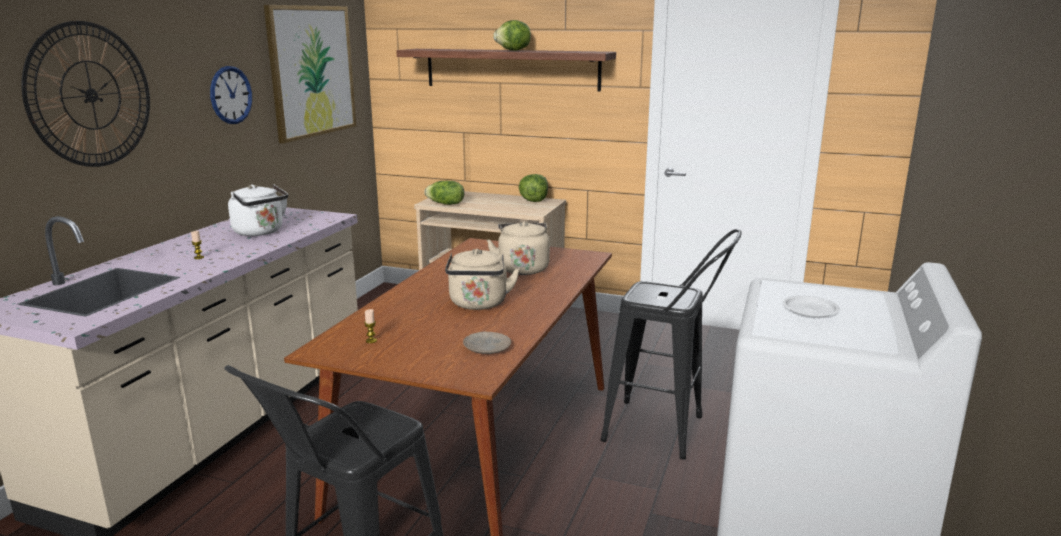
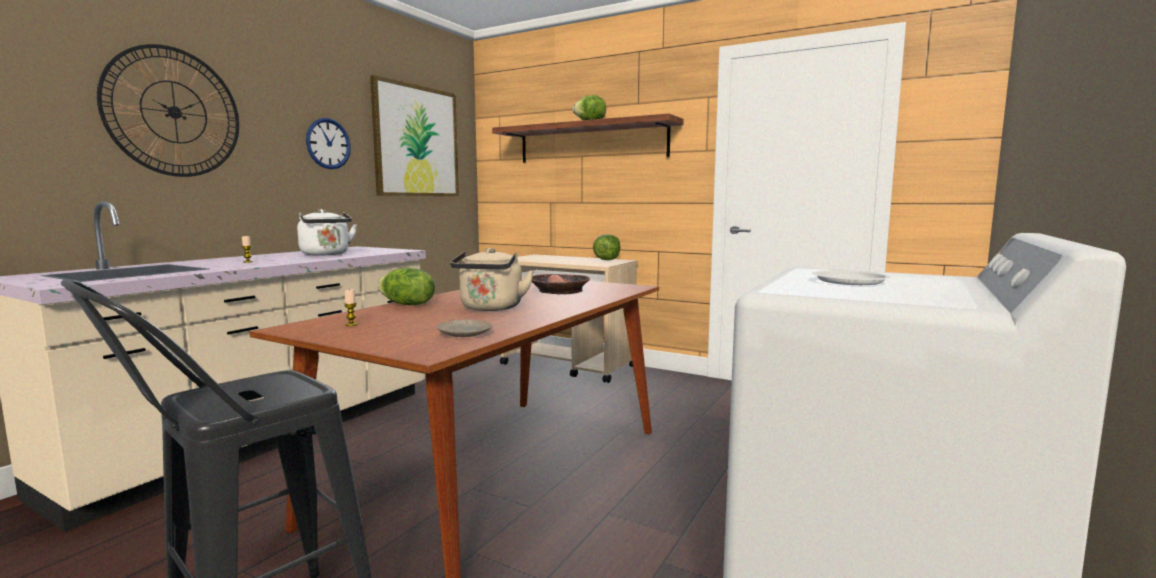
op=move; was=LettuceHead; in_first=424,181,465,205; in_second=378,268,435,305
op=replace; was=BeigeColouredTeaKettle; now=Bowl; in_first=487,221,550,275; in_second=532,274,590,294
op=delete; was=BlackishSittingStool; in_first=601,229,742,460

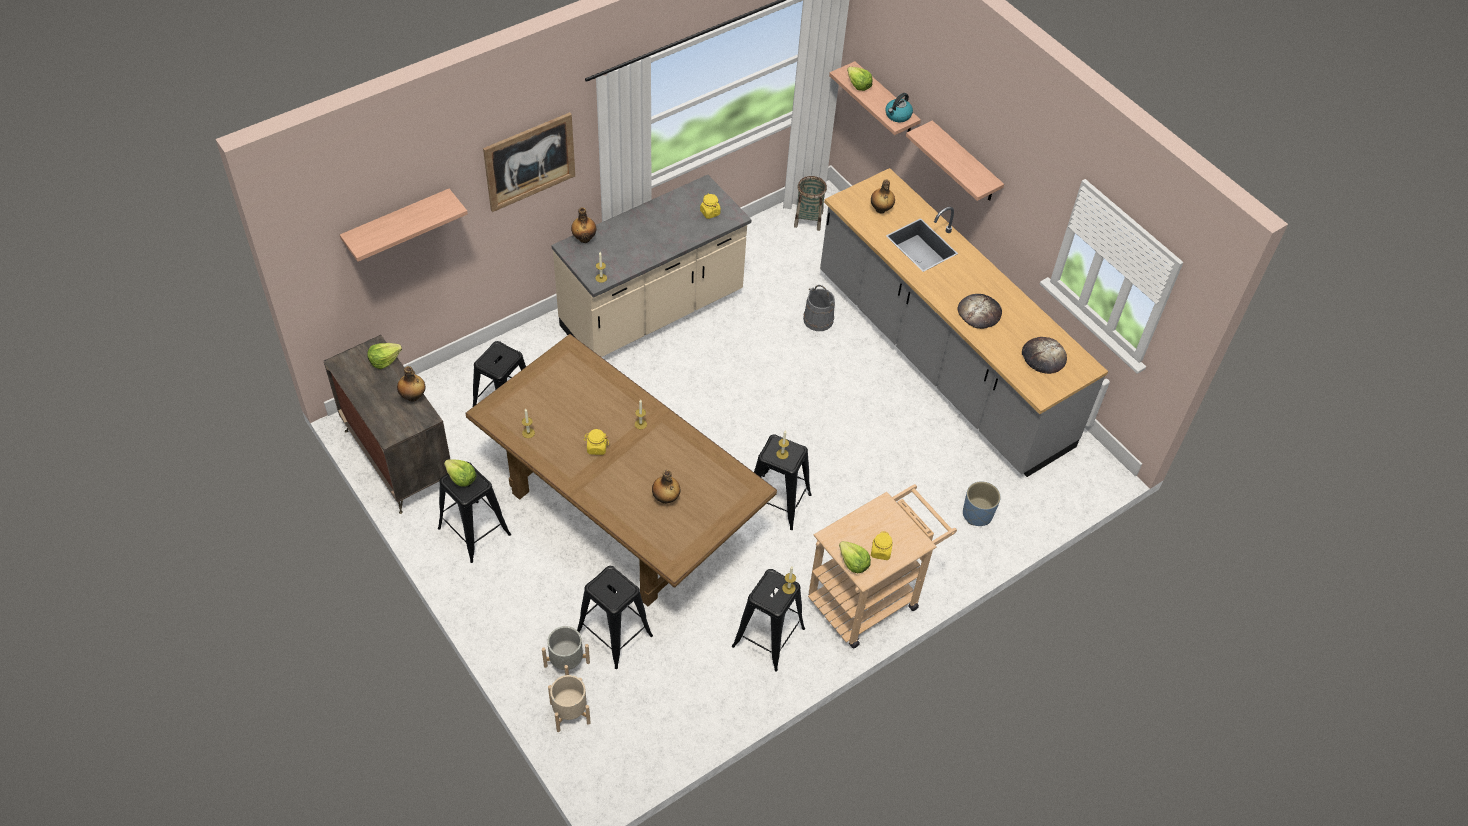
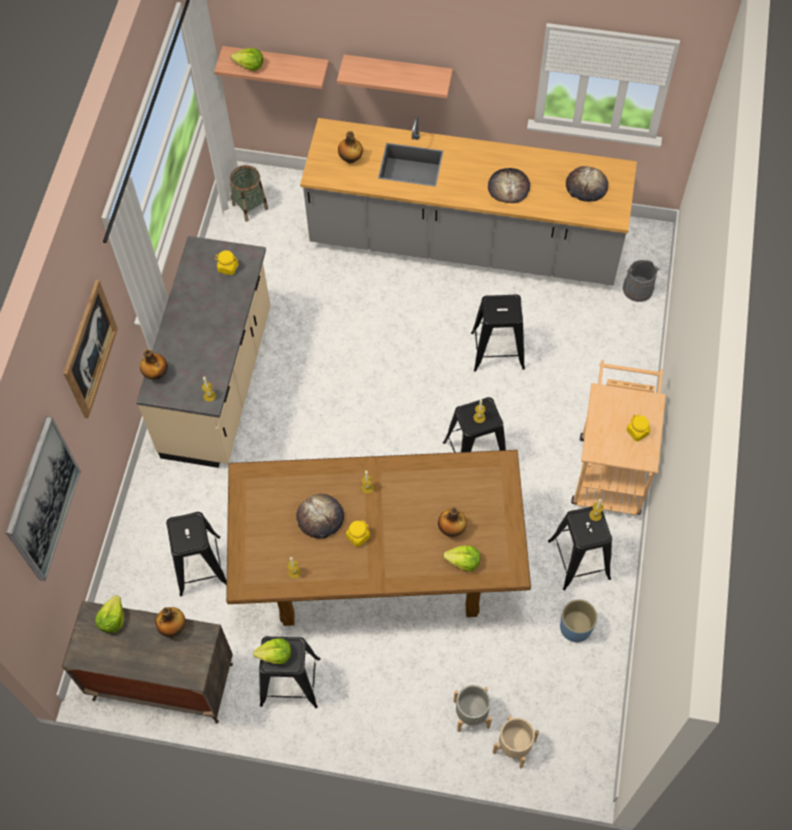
op=replace; was=WallShelf; now=WallPicture; in_first=340,189,468,262; in_second=6,416,81,581
op=insert; now=Bread; in_second=296,494,344,539
op=move; was=LettuceHead; in_first=839,541,871,573; in_second=443,546,480,571
op=move; was=BlackishSittingStool; in_first=577,566,653,669; in_second=471,294,525,371
op=move; was=BluishPlantPot; in_first=963,481,1001,526; in_second=560,599,597,643
op=move; was=GreyPail; in_first=803,285,835,331; in_second=623,260,660,302
op=delete; was=TeaKettle; in_first=886,93,913,122

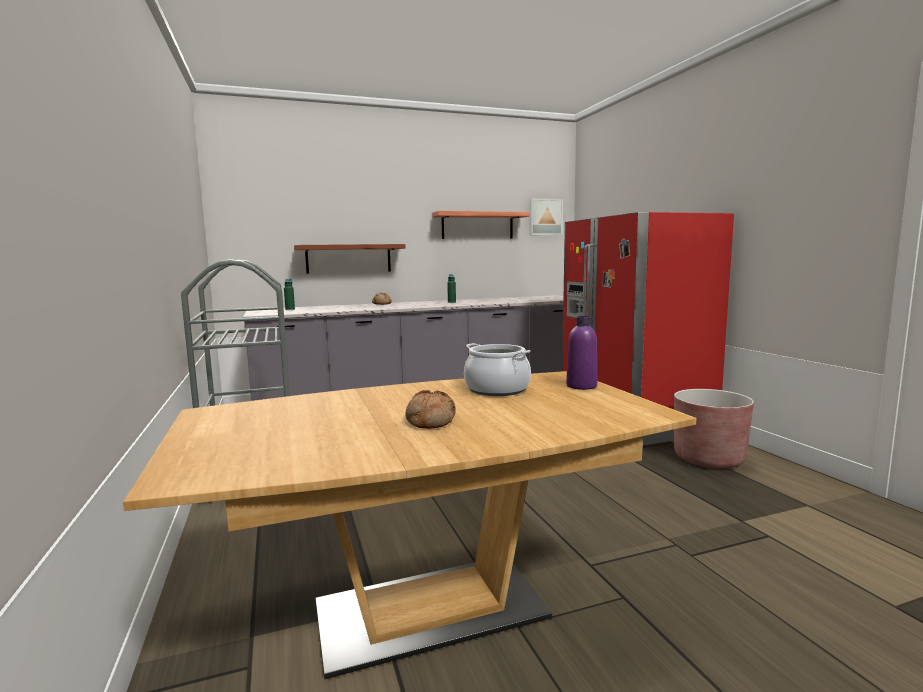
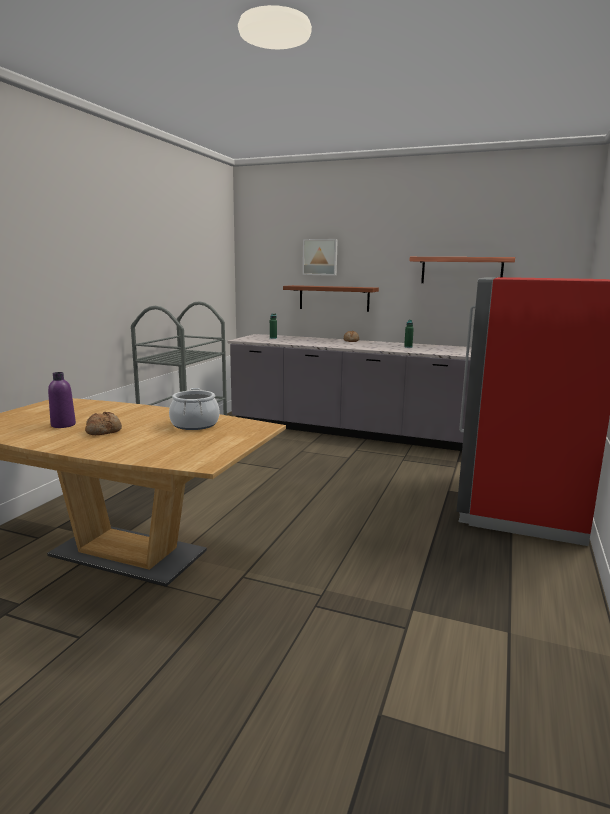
op=move; was=PurpleBottle; in_first=566,316,597,390; in_second=48,372,76,428
op=move; was=WallPicture; in_first=529,199,563,235; in_second=303,239,338,275
op=delete; was=BrownPlantPot; in_first=674,389,754,469

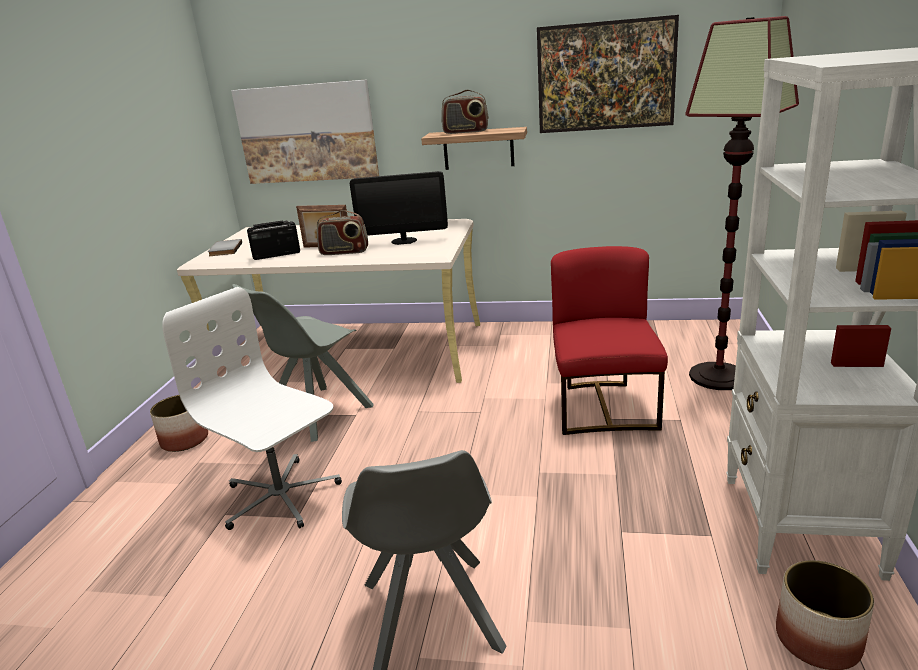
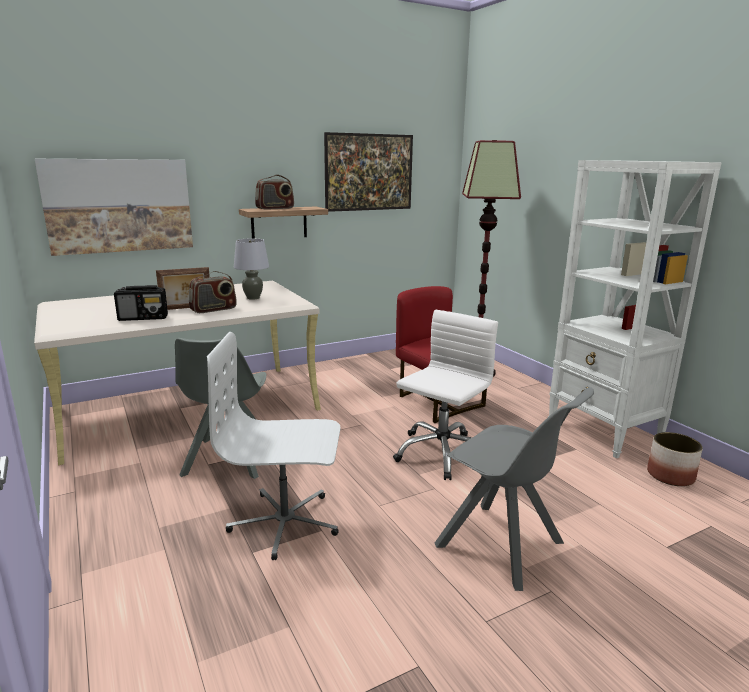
op=rotate; was=RadioReceiver; in_first=247,220,300,260; in_second=114,285,168,321; clockwise=-135
op=replace; was=Monitor; now=GreyLampForATable; in_first=350,171,448,245; in_second=234,238,269,300
op=insert; now=WhiteColouredComputerChair; in_second=393,310,498,480
op=delete; was=PlantPot; in_first=150,395,208,452
op=delete; was=GreyBoundBook; in_first=208,239,242,256

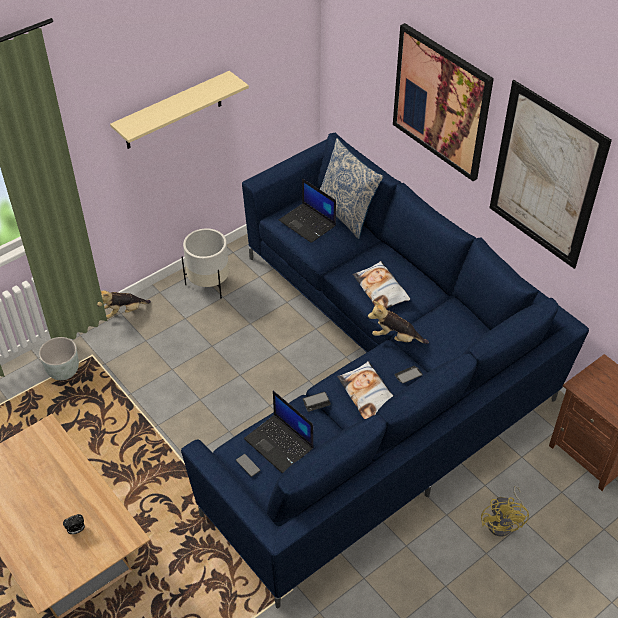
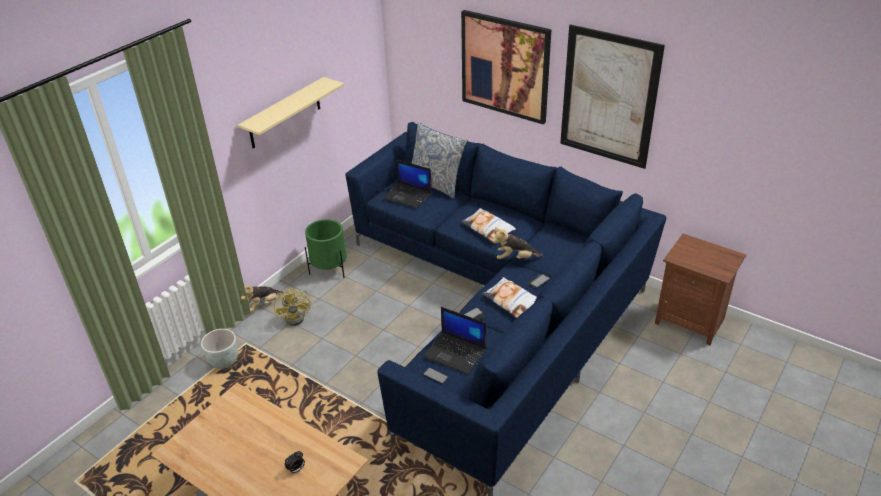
op=move; was=YellowFan; in_first=481,485,529,537; in_second=274,288,313,326
op=recolor; was=WhiteColouredPlantPot; now=GreenPlantPot; in_first=182,228,229,298; in_second=305,219,347,278

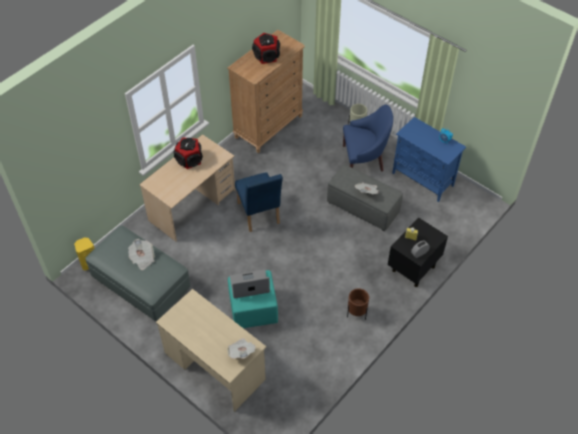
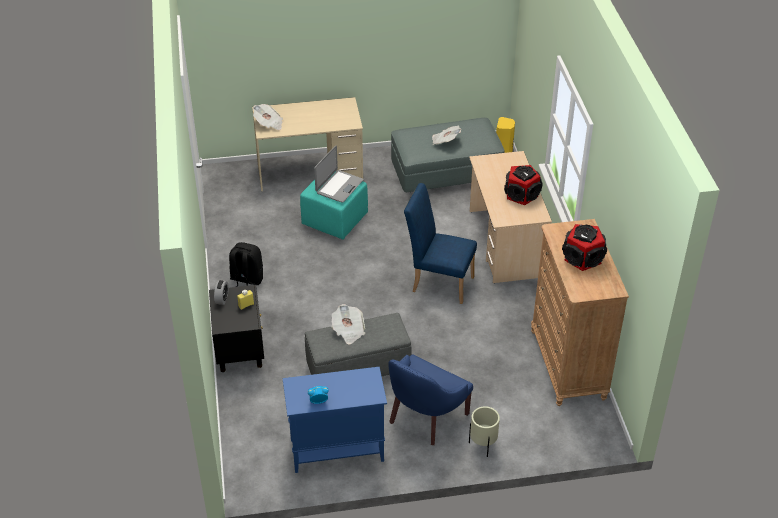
op=replace; was=BrownPlantPot; now=BlackishRucksack; in_first=347,288,369,320; in_second=229,242,263,287

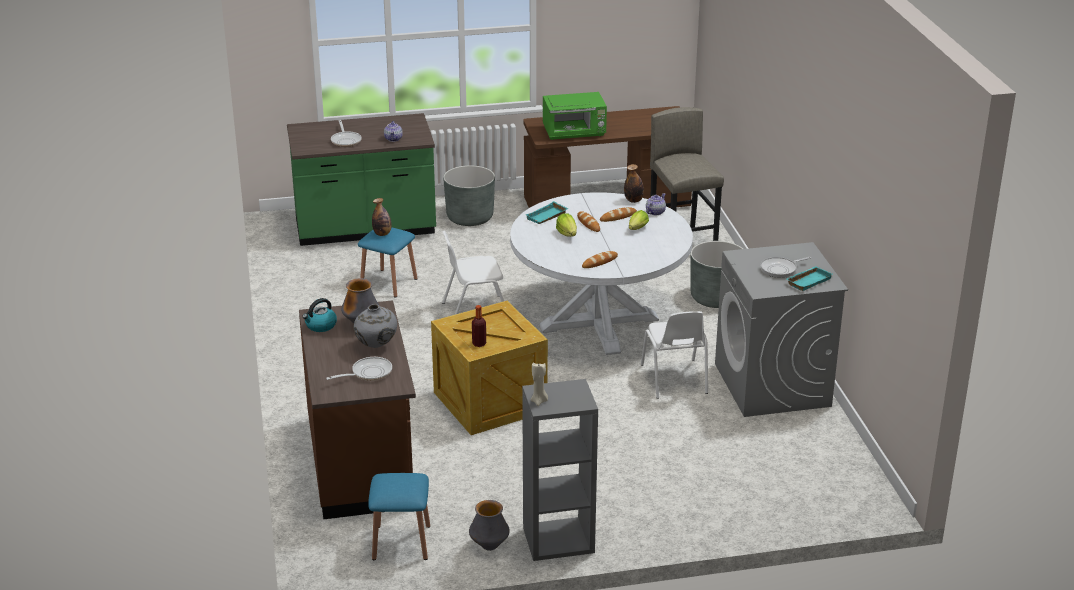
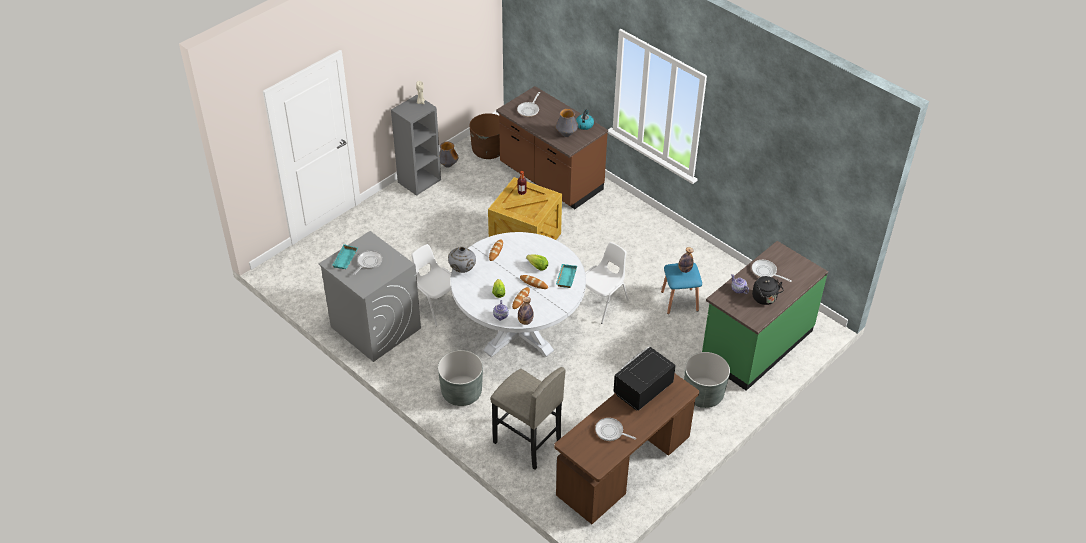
op=move; was=GreyFlowerVase; in_first=354,304,397,348; in_second=448,247,476,273
op=replace; was=BluishSittingStool; now=BrownPlantPot; in_first=368,473,430,560; in_second=470,113,500,159
op=insert; now=Pan; in_second=595,418,636,441
op=recolor; was=GreenMicrowaveOven; now=BlackishMicrowaveOven; in_first=543,92,607,140; in_second=613,346,676,411
op=insert; now=BlackishTeaKettle; in_second=752,276,784,305

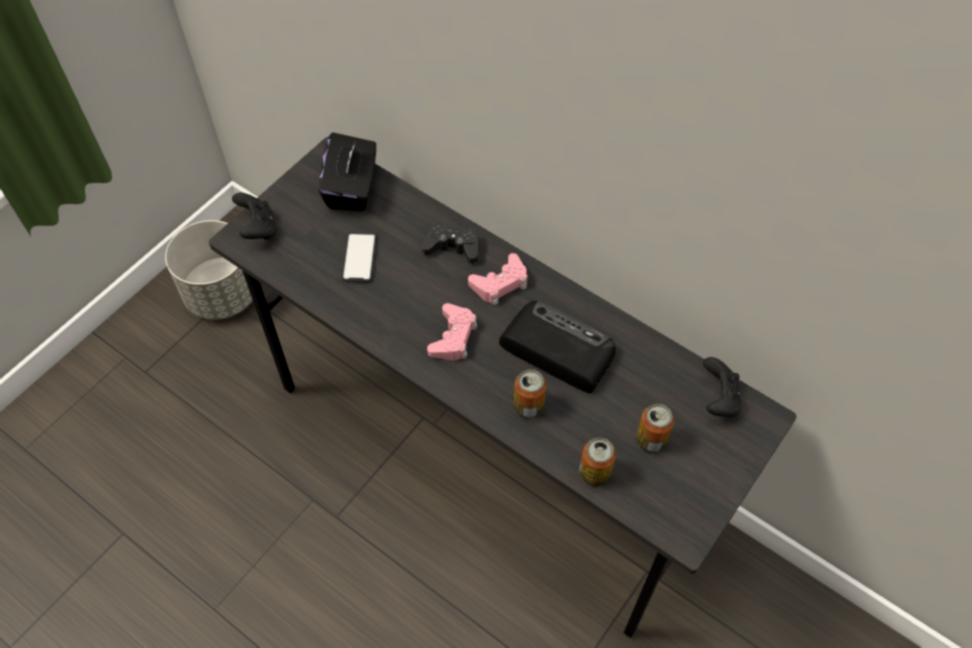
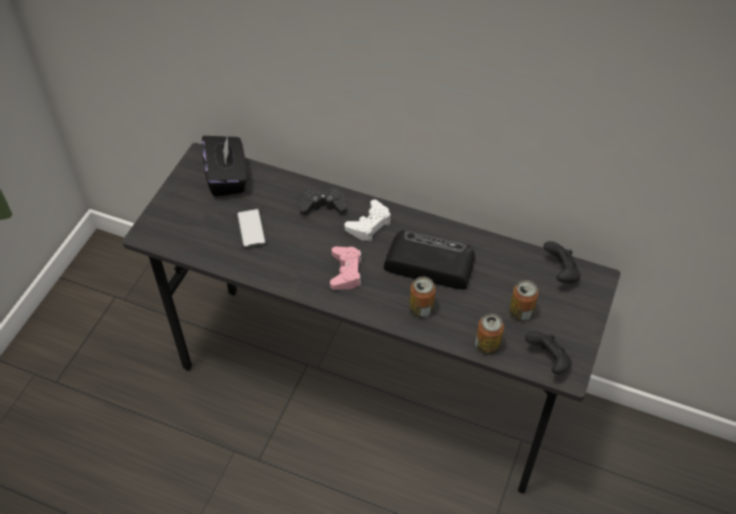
op=recolor; was=PinkGameController; now=WhiteColouredGameController; in_first=468,253,527,305; in_second=345,200,391,242
op=move; was=BlackishGameController; in_first=232,193,276,240; in_second=525,331,572,374
op=delete; was=GreyPlantPot; in_first=165,220,253,320

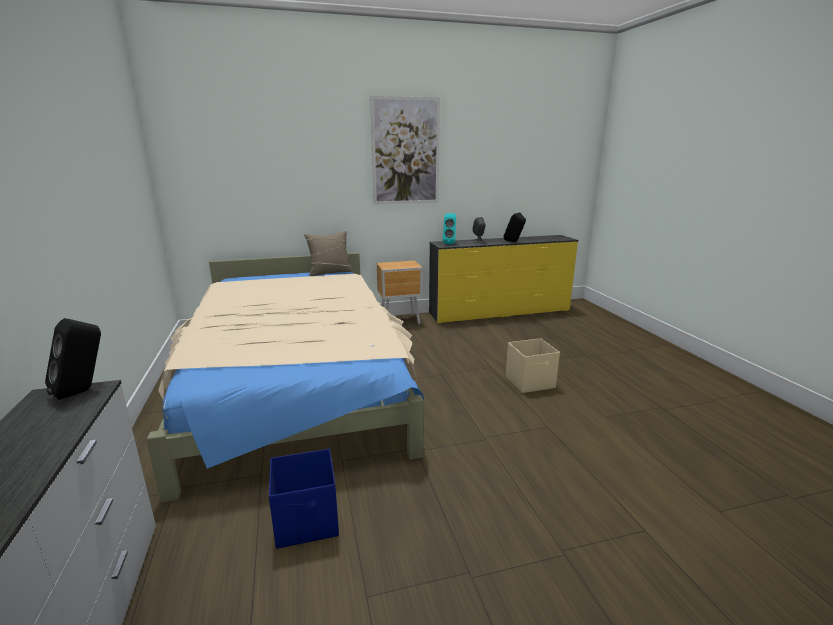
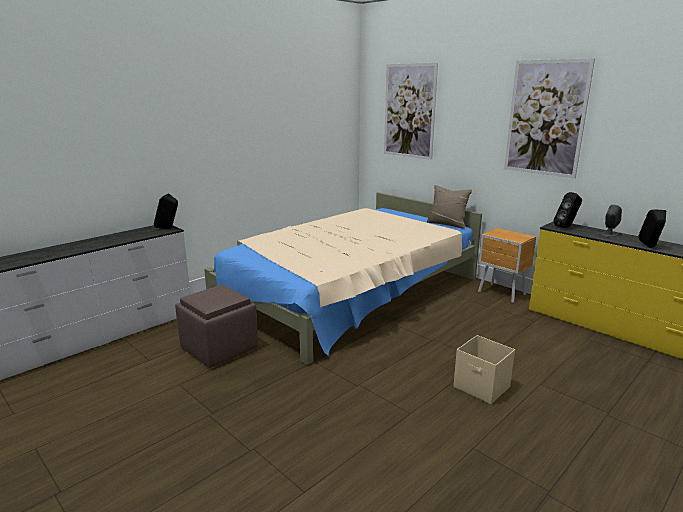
op=replace; was=BluishStorageBox; now=BrownPouffe; in_first=269,448,339,549; in_second=175,285,258,368
op=insert; now=WallPicture; in_second=384,63,438,160
op=recolor; was=BlueGreenLoudspeaker; now=BlackishLoudspeaker; in_first=443,213,456,244; in_second=553,192,582,228

